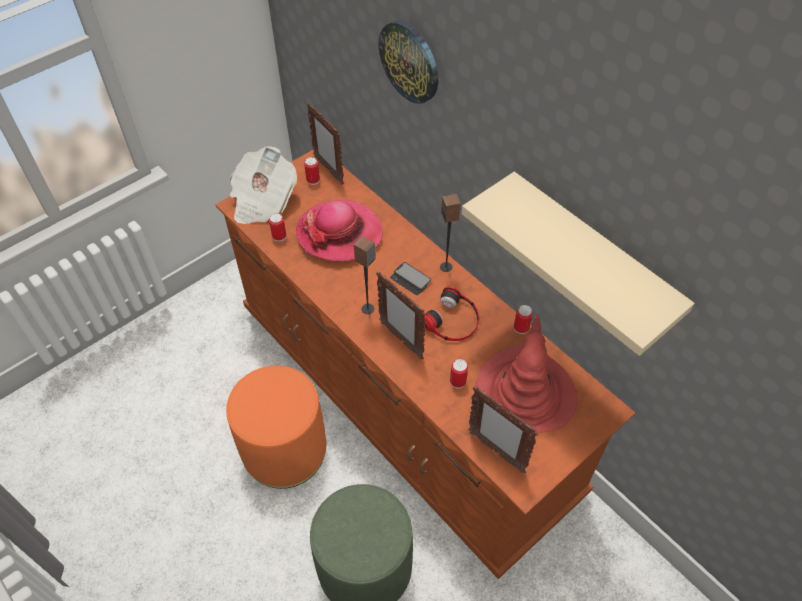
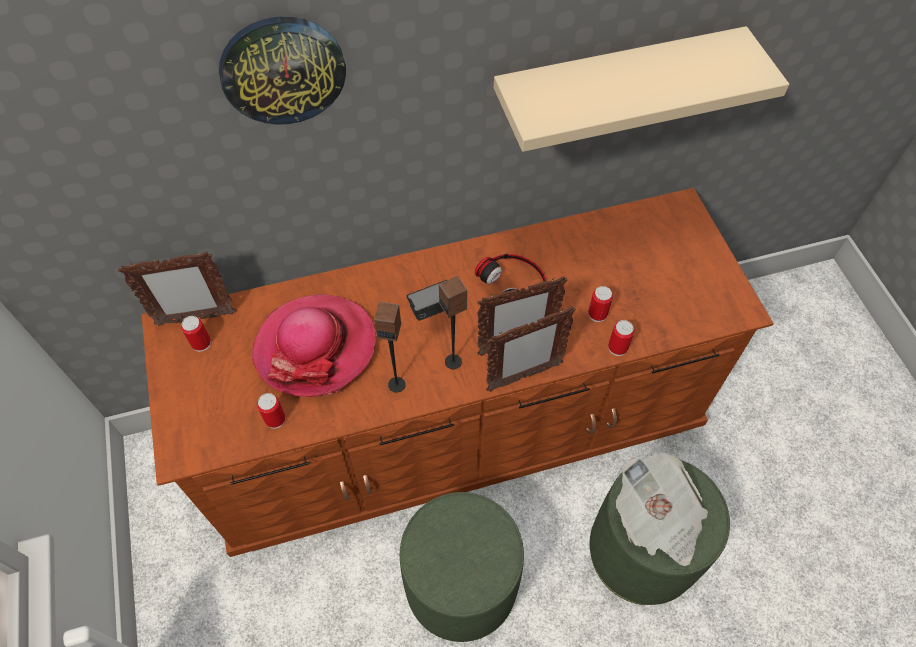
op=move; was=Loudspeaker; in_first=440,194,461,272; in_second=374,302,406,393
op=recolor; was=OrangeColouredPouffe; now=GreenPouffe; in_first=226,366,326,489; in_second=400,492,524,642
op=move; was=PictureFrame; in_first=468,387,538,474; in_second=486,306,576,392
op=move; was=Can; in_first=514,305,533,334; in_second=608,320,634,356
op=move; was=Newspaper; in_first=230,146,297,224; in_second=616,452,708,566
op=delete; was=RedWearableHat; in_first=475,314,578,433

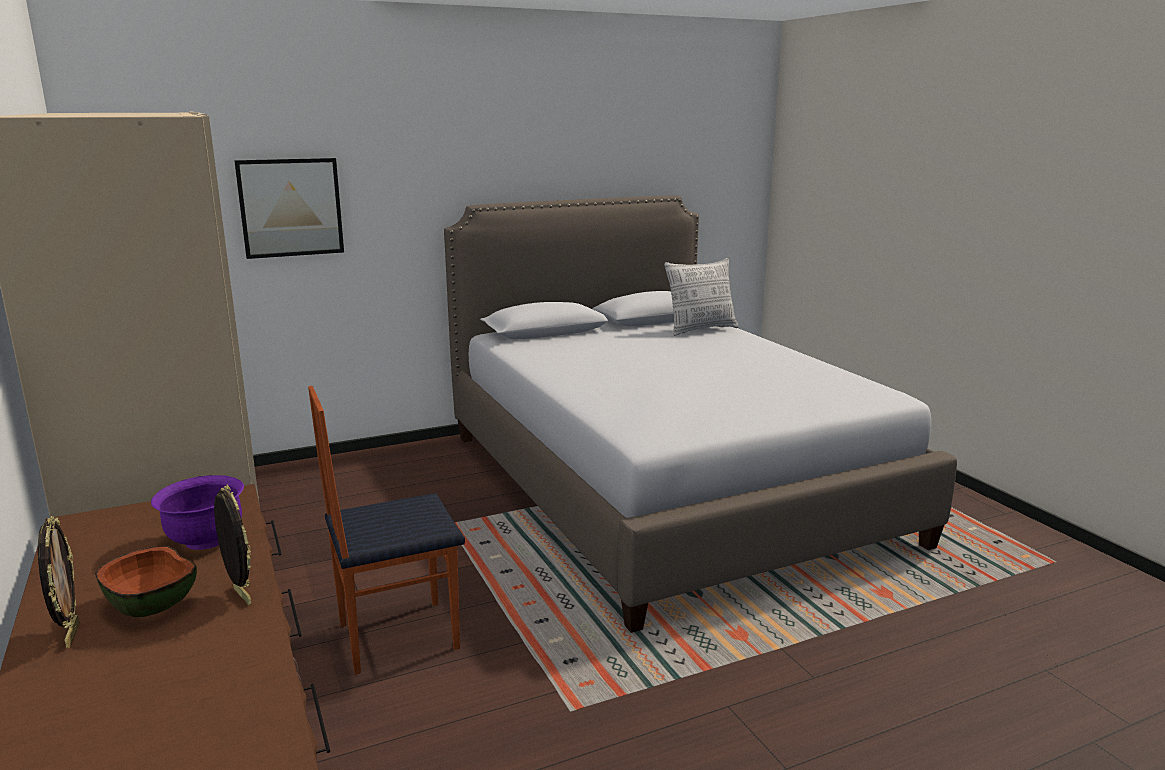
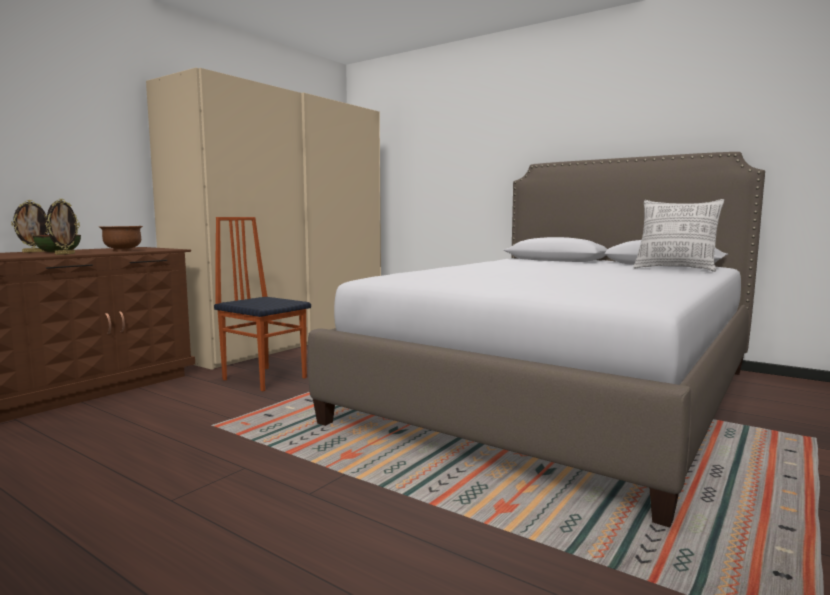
op=recolor; was=PurpleBowl; now=BrownBowl; in_first=151,475,244,550; in_second=99,226,143,251
op=delete; was=WallPicture; in_first=234,158,344,259

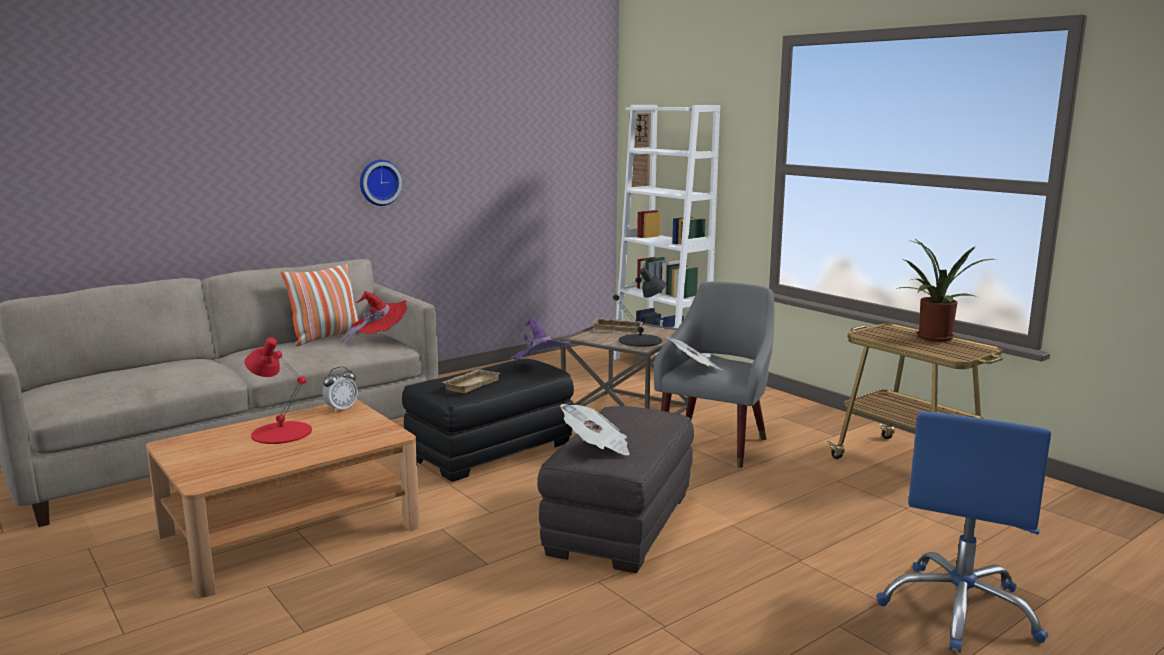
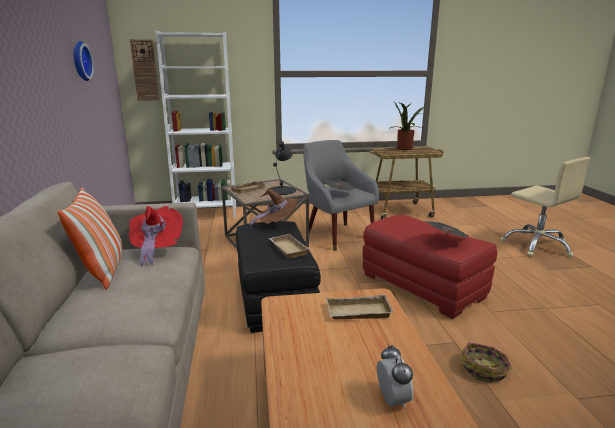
op=move; was=HangingClock; in_first=360,160,402,206; in_second=73,41,94,81
op=recolor; was=PurpleWearableHat; now=BrownWearableHat; in_first=511,317,571,361; in_second=249,188,300,228
op=insert; now=BeigeColouredServingTray; in_second=326,294,393,319
op=recolor; was=GreyPouffe; now=RedPouffe; in_first=537,406,694,573; in_second=362,215,497,319
op=move; was=AlarmClock; in_first=322,366,358,413; in_second=377,345,413,409
op=insert; now=StorageBasket; in_second=461,342,512,383
op=recolor; was=BluishComputerChair; now=BeigeColouredComputerChair; in_first=876,411,1051,653; in_second=501,157,591,257
op=delete; was=RedLampForATable; in_first=245,338,312,444

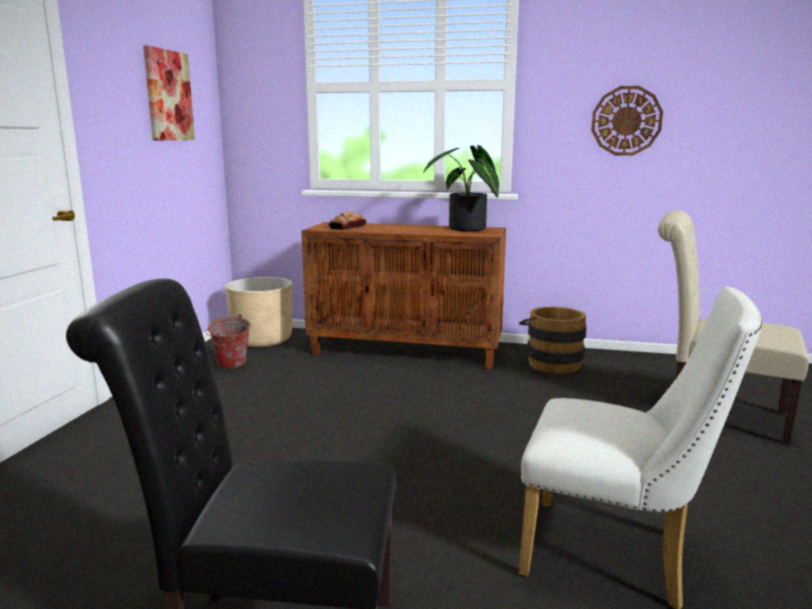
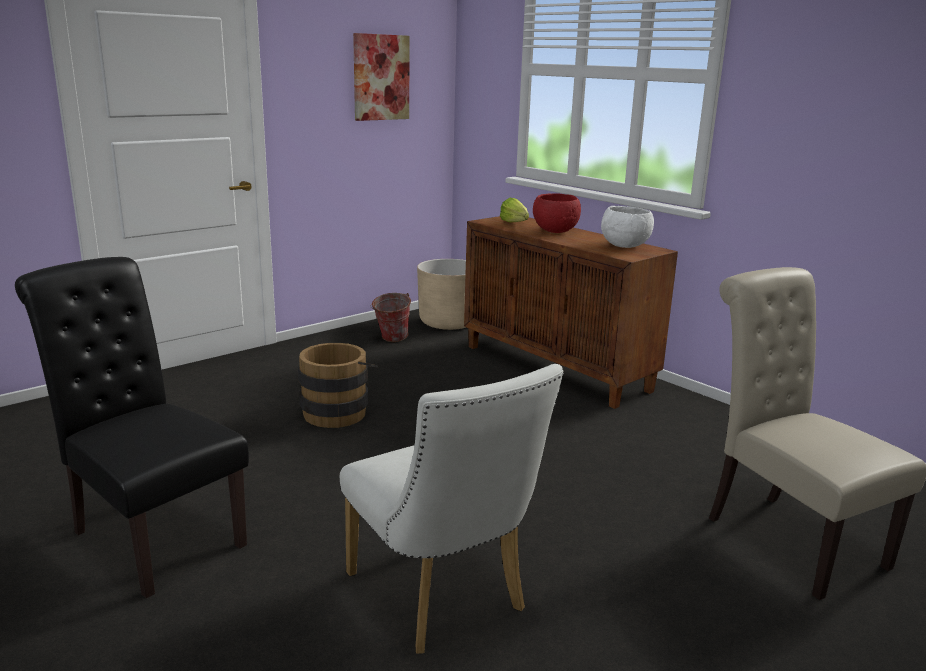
op=move; was=BrownPail; in_first=519,307,586,374; in_second=298,343,378,428
op=replace; was=Bread; now=LettuceHead; in_first=329,211,367,230; in_second=500,198,529,223
op=insert; now=RedBowl; in_second=533,193,581,233
op=replace; was=Houseplant; now=WhiteColouredBowl; in_first=423,145,499,231; in_second=601,206,654,248
op=delete; was=HangingClock; in_first=591,86,663,156

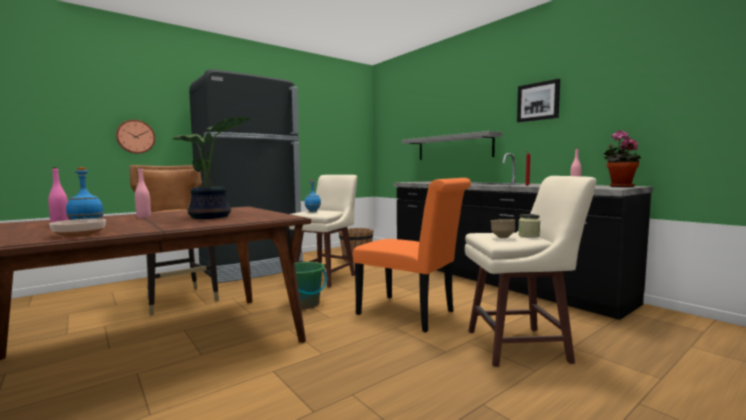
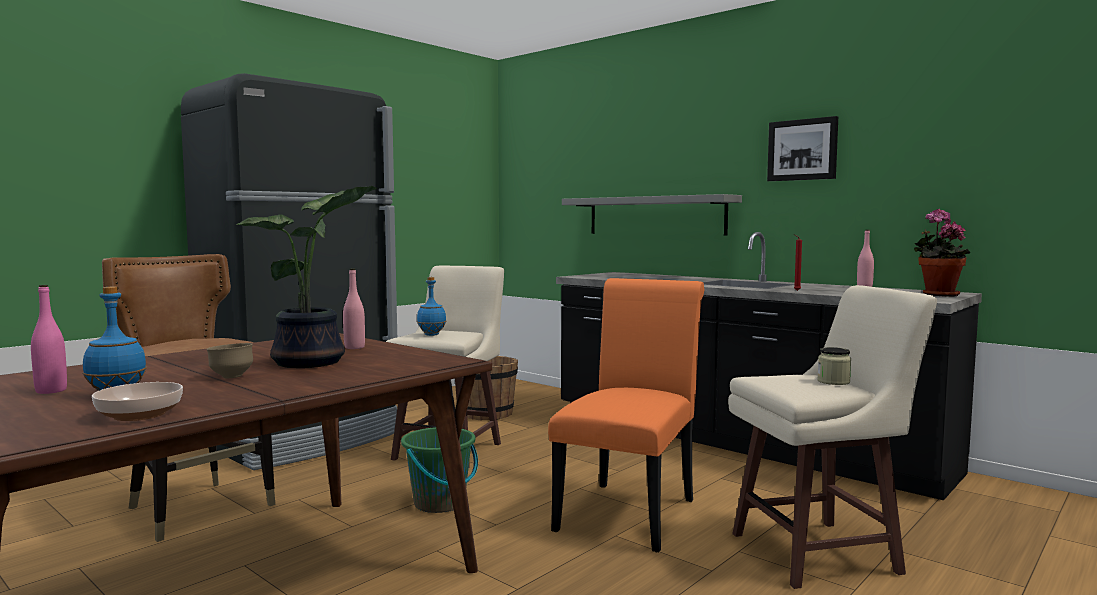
op=move; was=BrownBowl; in_first=491,219,515,238; in_second=207,343,253,378
op=move; was=PinkBottle; in_first=135,167,151,218; in_second=343,268,365,349
op=rotate; was=OrangeColouredUprightChair; in_first=353,178,471,333; in_second=548,278,704,552; clockwise=-90
op=delete; was=HangingClock; in_first=116,120,155,154

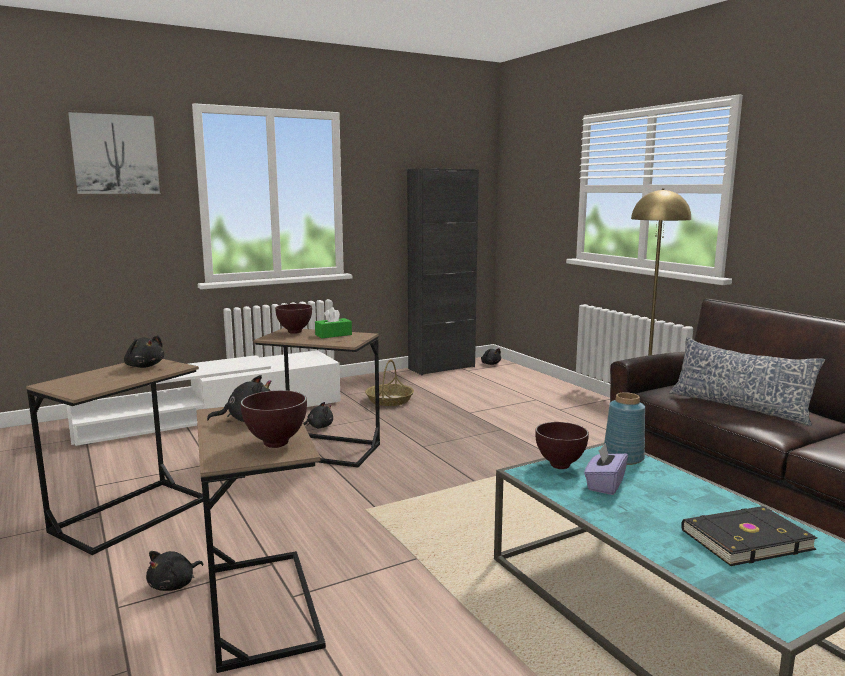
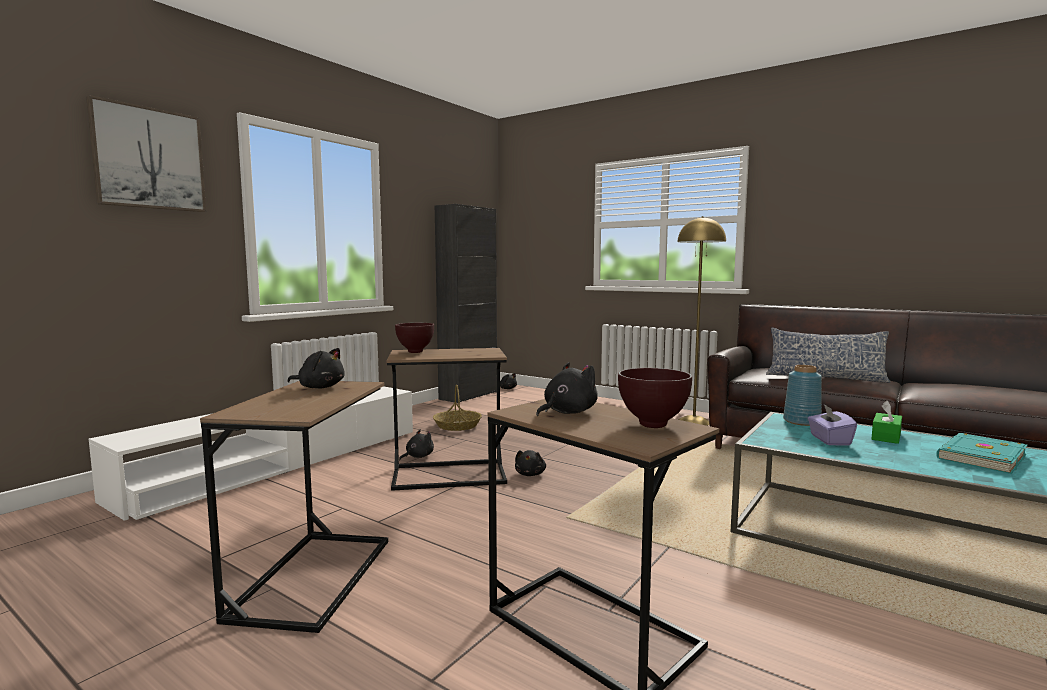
op=move; was=BlackishSoftToy; in_first=146,551,203,591; in_second=515,450,546,476
op=move; was=GreenTissueBox; in_first=315,307,352,338; in_second=871,401,902,444
op=recolor; was=BlackishBoundBook; now=BlueGreenBoundBook; in_first=681,506,817,566; in_second=936,433,1027,474
op=delete; was=BrownBowl; in_first=535,422,589,469

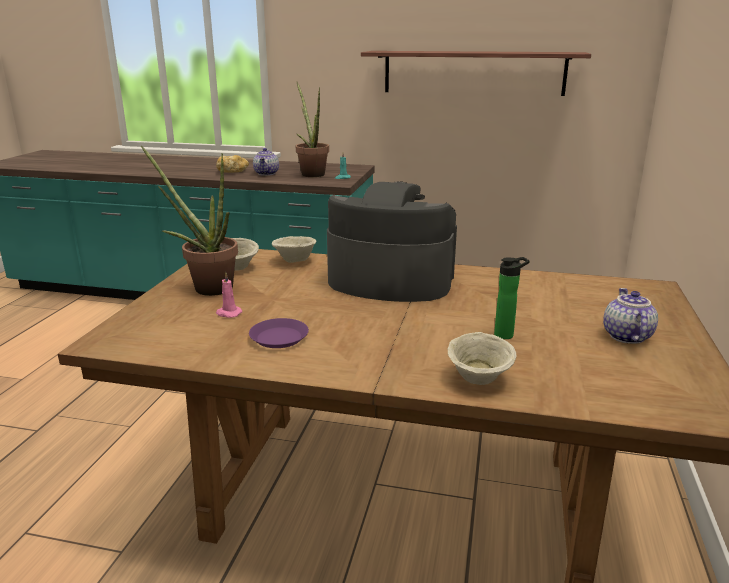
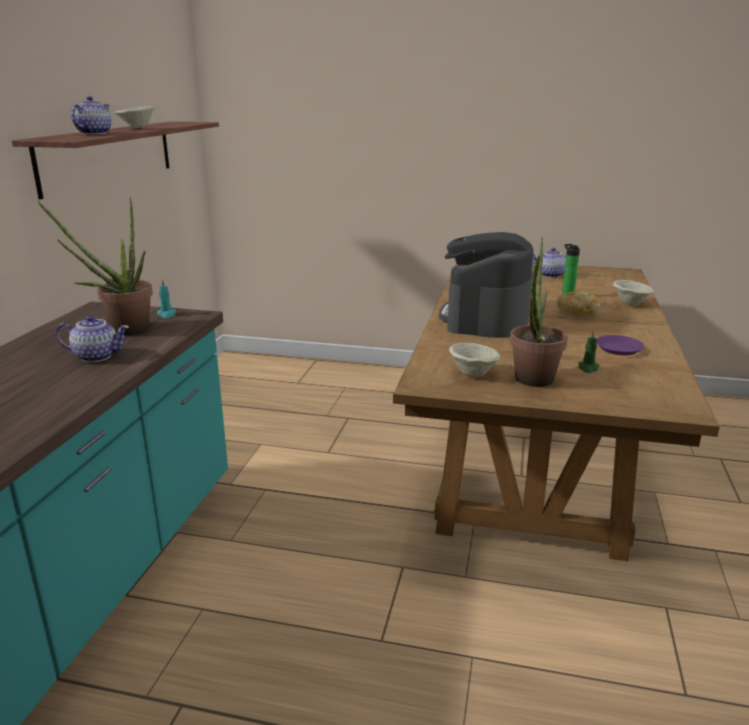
op=insert; now=TeaPot; in_second=71,96,111,134
op=move; was=BeigeColouredBowl; in_first=272,236,317,263; in_second=115,106,155,129
op=move; was=Bread; in_first=216,155,249,173; in_second=557,291,600,317
op=recolor; was=PinkCandle; now=GreenCandle; in_first=216,272,242,318; in_second=578,330,600,373

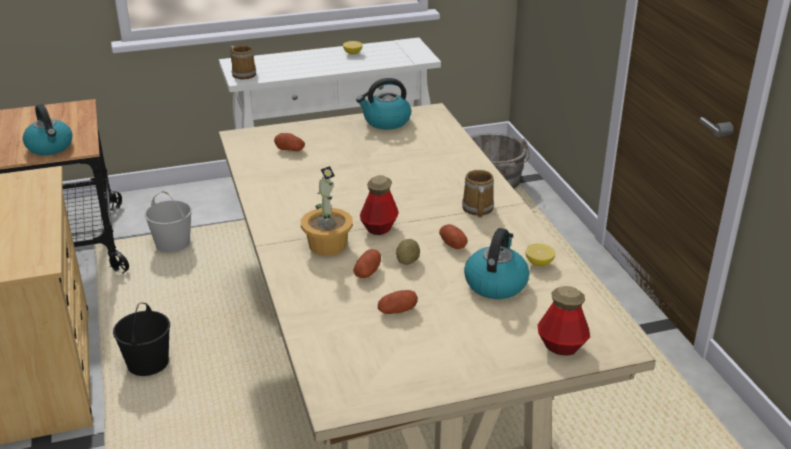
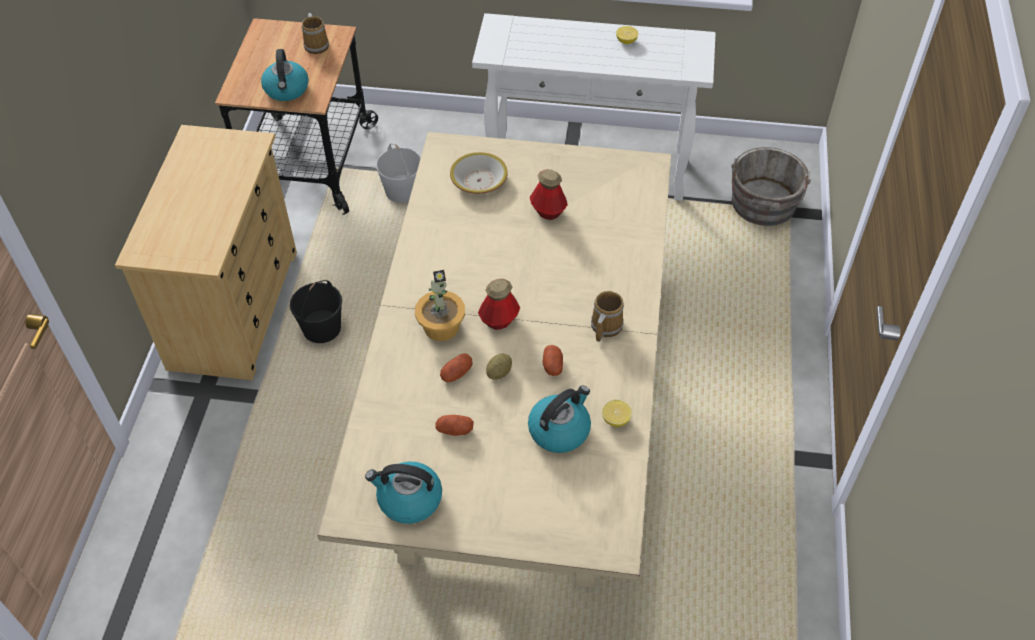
op=move; was=TeaMug; in_first=231,45,256,79; in_second=301,13,329,54
op=move; was=TeaKettle; in_first=356,78,411,130; in_second=365,462,442,524
op=replace; was=Potato; now=Bowl; in_first=274,133,305,151; in_second=450,152,508,194
op=move; was=Bottle; in_first=538,286,590,356; in_second=530,169,568,220

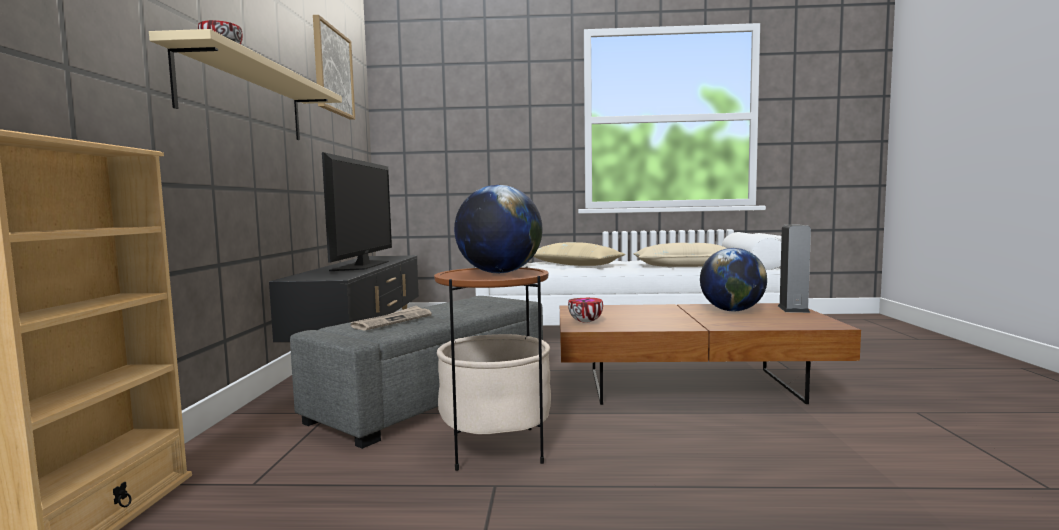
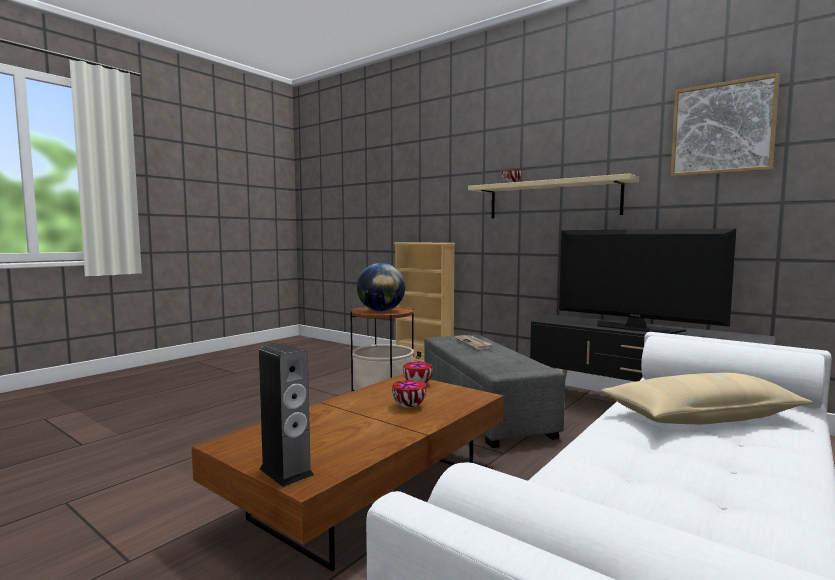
op=insert; now=Bowl; in_second=392,380,426,408
op=delete; was=BeigeColouredThrowPillow; in_first=634,243,726,267
op=delete; was=WorldGlobe; in_first=700,248,767,311

